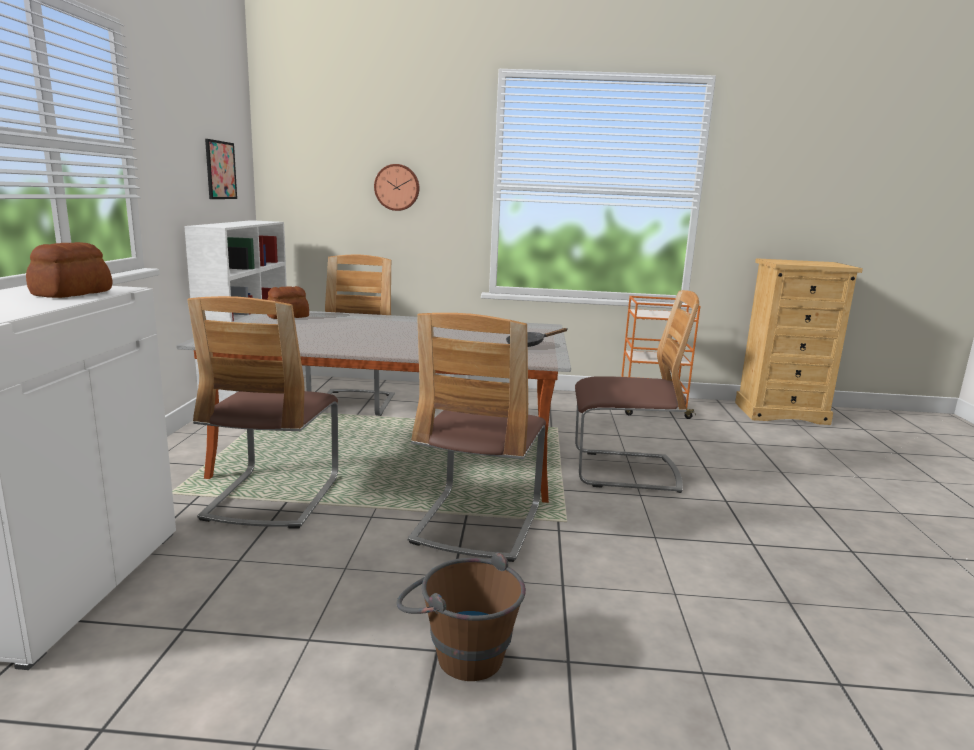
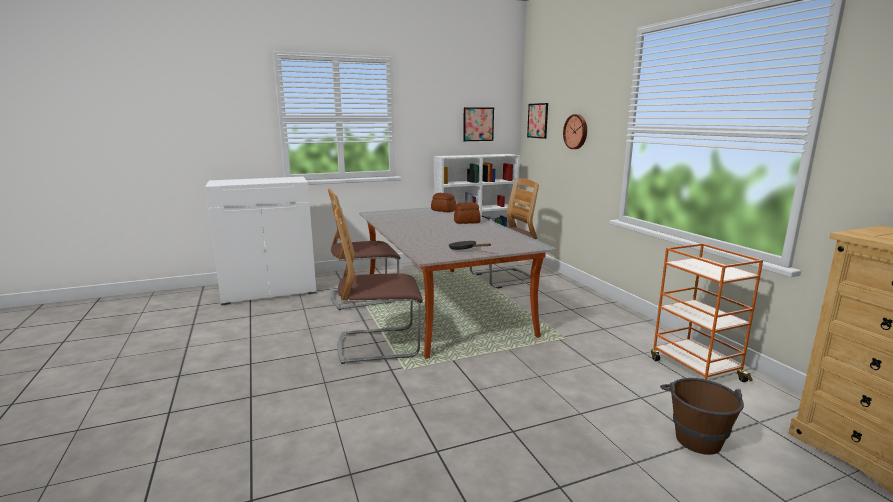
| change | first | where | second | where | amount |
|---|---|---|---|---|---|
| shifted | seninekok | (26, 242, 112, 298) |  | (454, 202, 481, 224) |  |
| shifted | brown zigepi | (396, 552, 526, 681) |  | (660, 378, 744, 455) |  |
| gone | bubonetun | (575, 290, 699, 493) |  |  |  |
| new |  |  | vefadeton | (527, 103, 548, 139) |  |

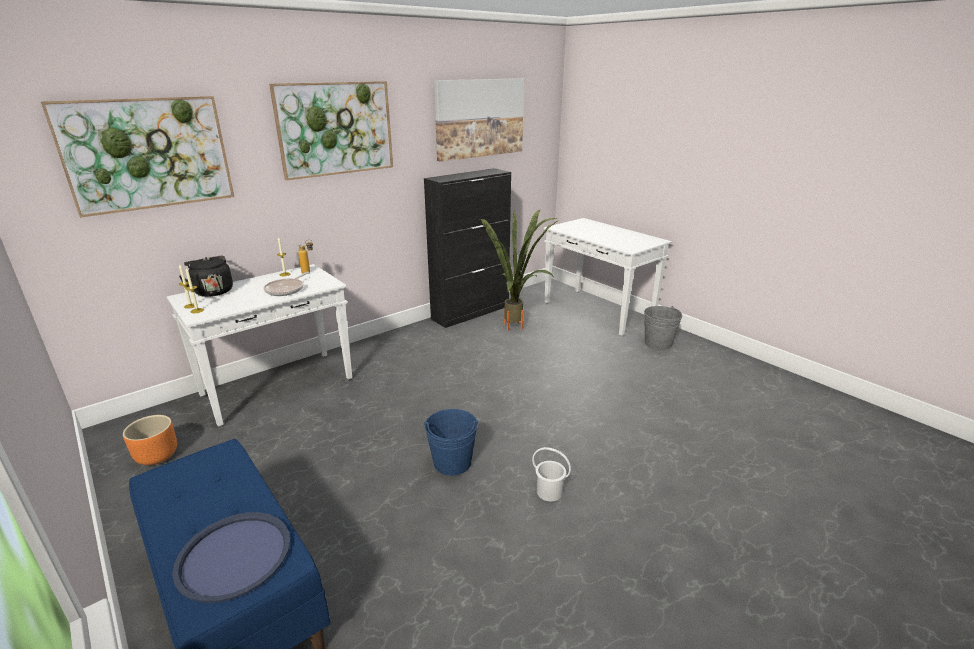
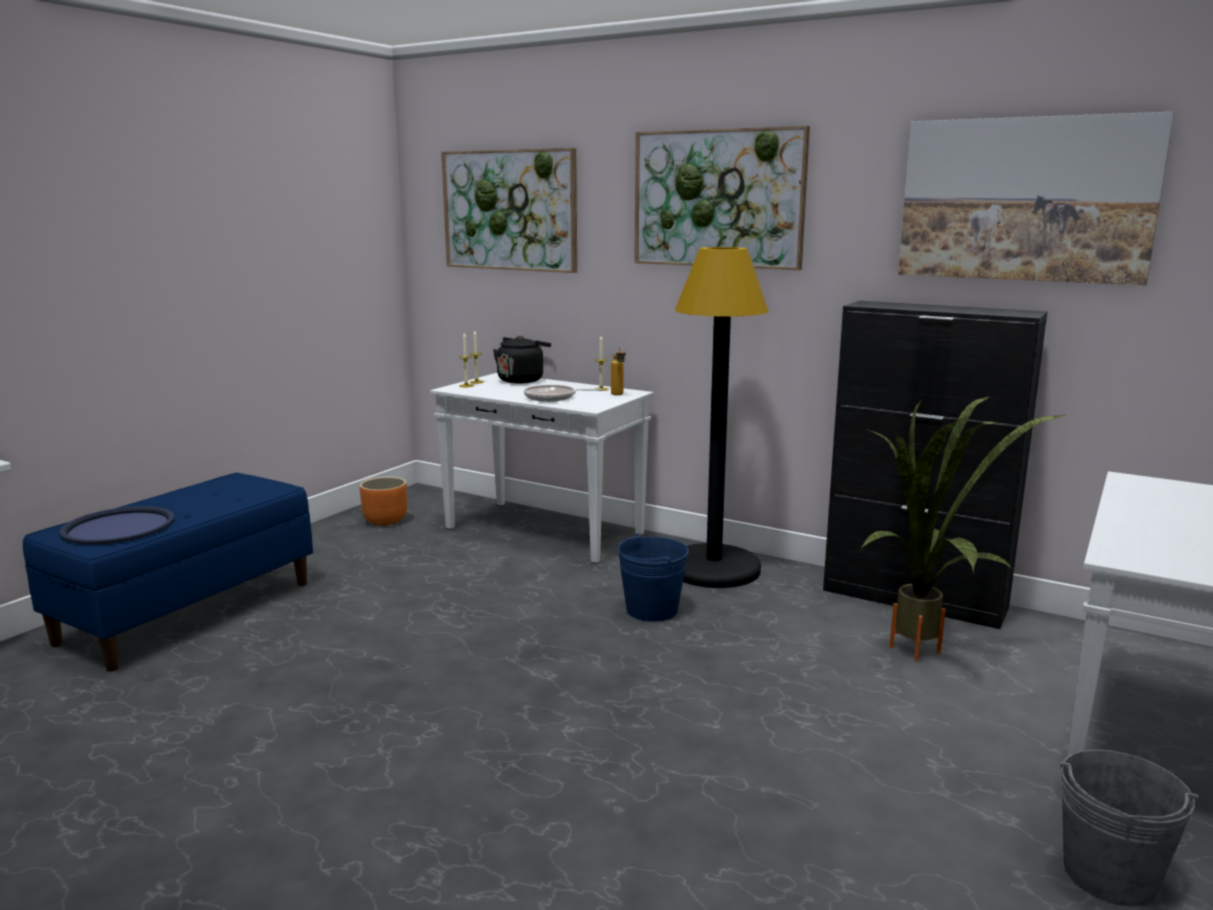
| change | first | where | second | where | amount |
|---|---|---|---|---|---|
| shifted | blue zigepi | (424, 409, 479, 476) |  | (617, 534, 689, 622) |  |
| gone | white zigepi | (532, 447, 571, 501) |  |  |  |
| new |  |  | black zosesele | (675, 247, 768, 588) |  |

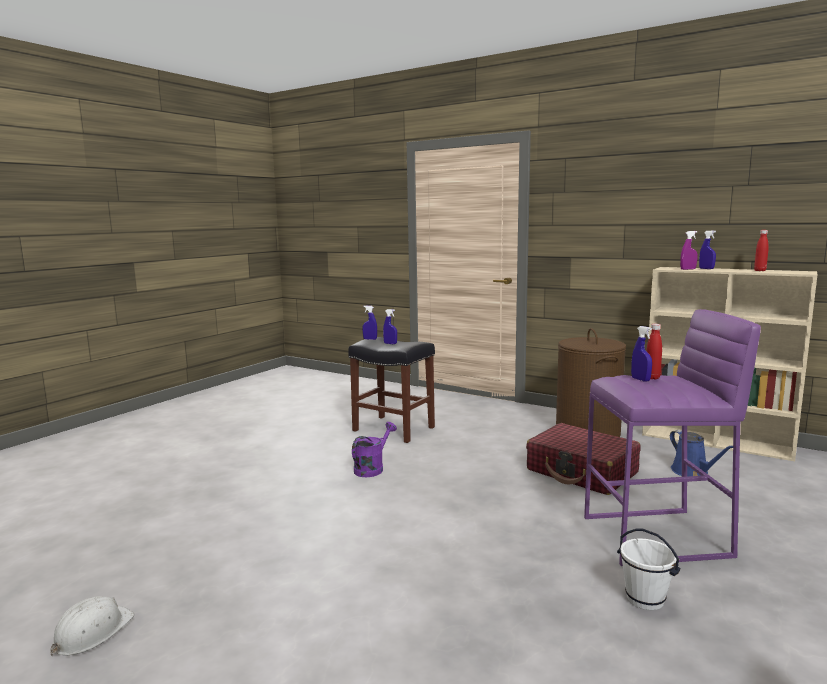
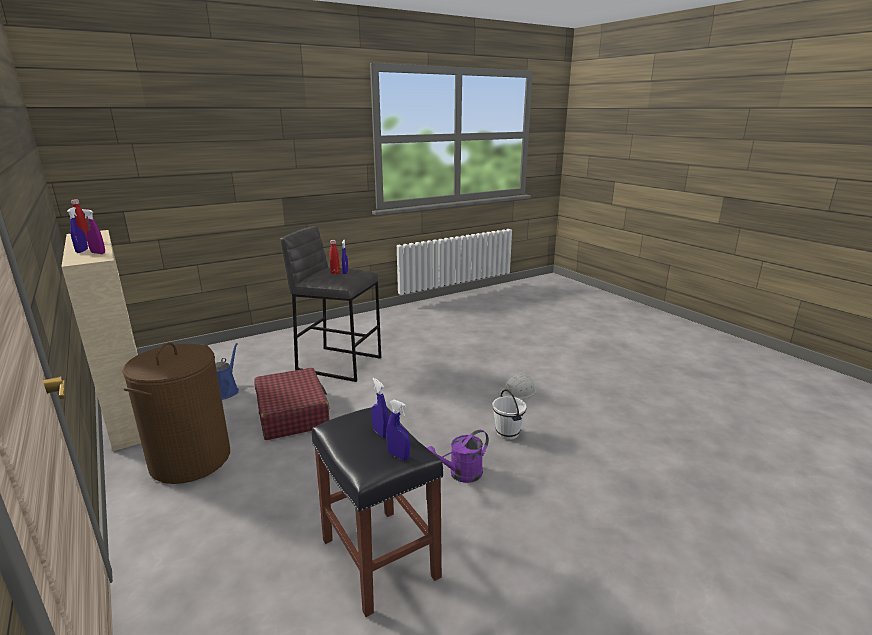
| change | first | where | second | where | amount |
|---|---|---|---|---|---|
| shifted | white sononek | (50, 596, 134, 656) |  | (498, 374, 536, 399) |  |
| repainted | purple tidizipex | (584, 309, 761, 566) | grey tidizipex | (280, 226, 381, 382) |  |
| shifted | white zigepi | (617, 529, 681, 610) |  | (492, 389, 527, 440) |  |

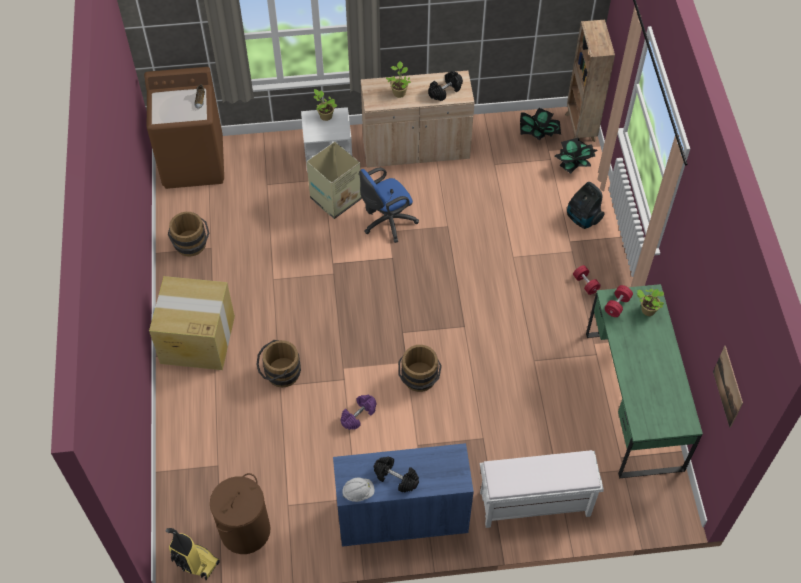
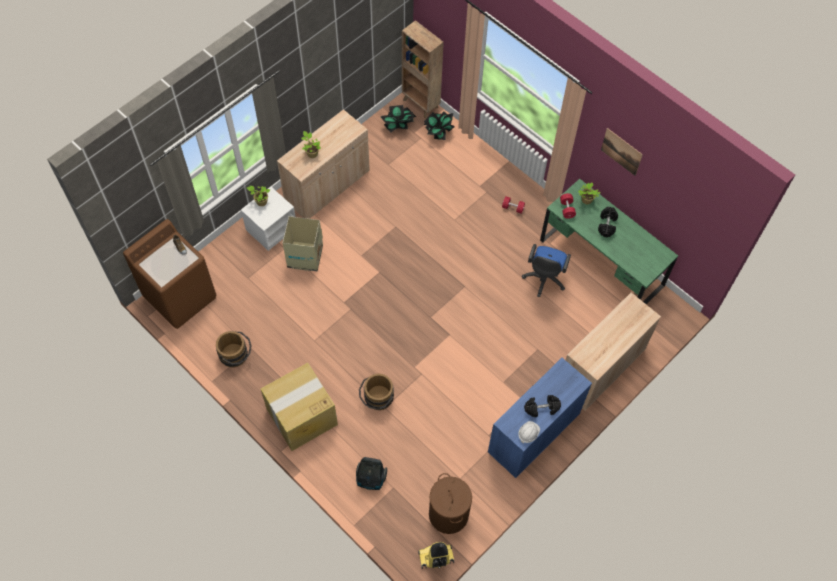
| change | first | where | second | where | amount |
|---|---|---|---|---|---|
| gone | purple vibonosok | (340, 394, 376, 430) |  |  |  |
| shifted | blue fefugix | (359, 167, 419, 243) |  | (522, 244, 571, 297) |  |
| gone | brown zigepi | (398, 345, 442, 392) |  |  |  |
| shifted | black vibonosok | (428, 71, 463, 101) |  | (598, 207, 618, 237) |  |
| swapped | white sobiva | (480, 450, 604, 528) | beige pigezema | (566, 292, 661, 411) |  |
| shifted | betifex | (567, 182, 605, 229) |  | (356, 457, 387, 490) |  |
| shifted | vefadeton | (713, 346, 743, 428) |  | (601, 128, 643, 176) |  |

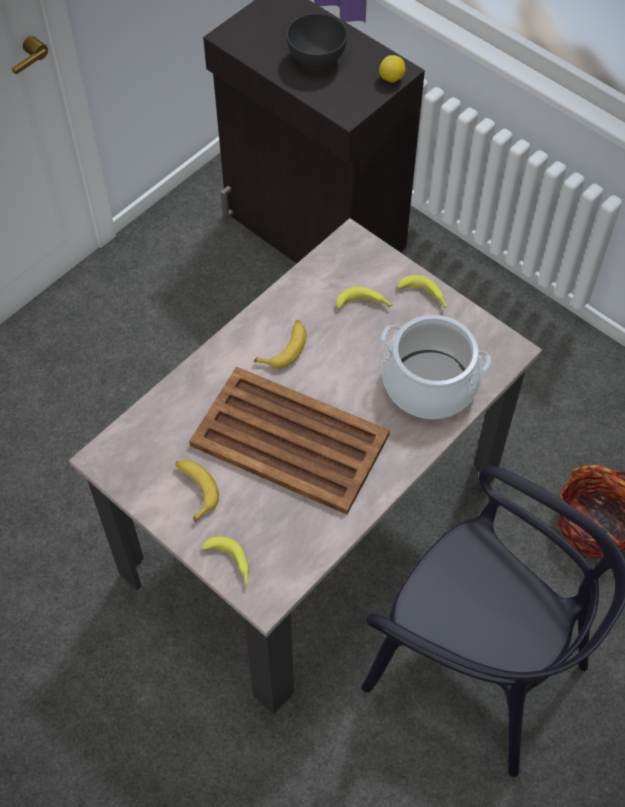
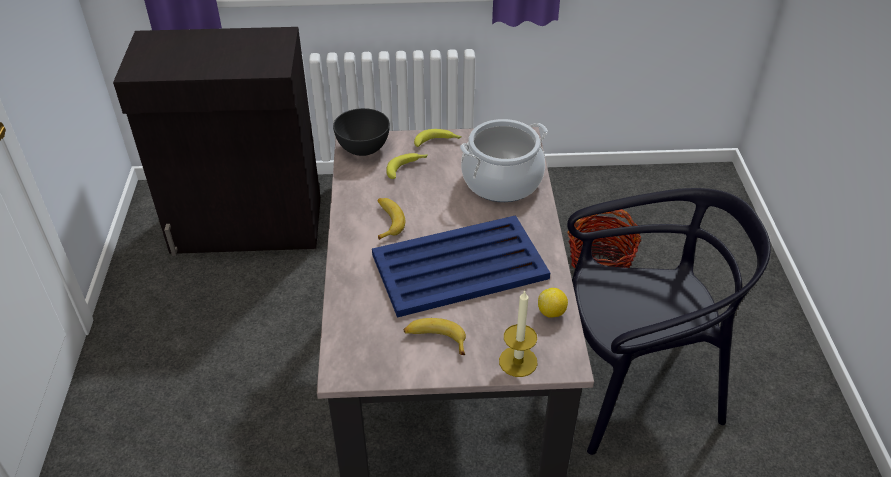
| change | first | where | second | where | amount |
|---|---|---|---|---|---|
| repainted | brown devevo | (189, 366, 390, 515) | blue devevo | (372, 215, 550, 318) |  |
| swapped | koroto | (202, 536, 249, 586) | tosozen | (499, 290, 538, 377) |  |
| shifted | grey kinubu | (287, 13, 348, 69) |  | (333, 108, 390, 156) |  |
| shifted | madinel | (379, 55, 406, 83) |  | (538, 288, 568, 318) |  |

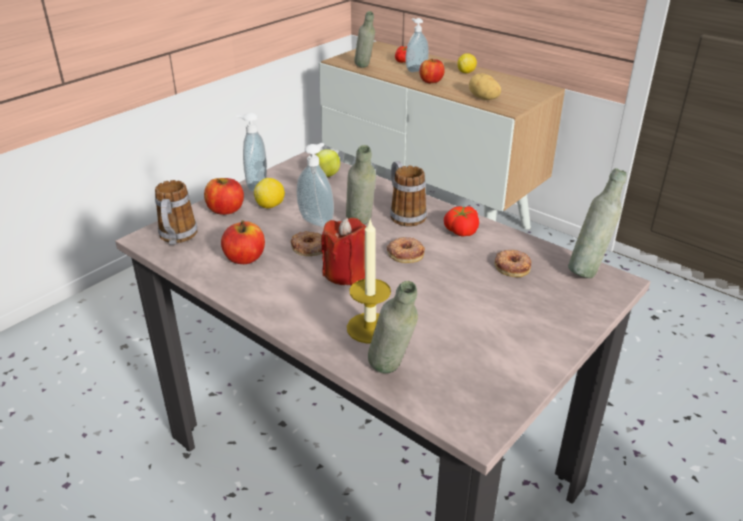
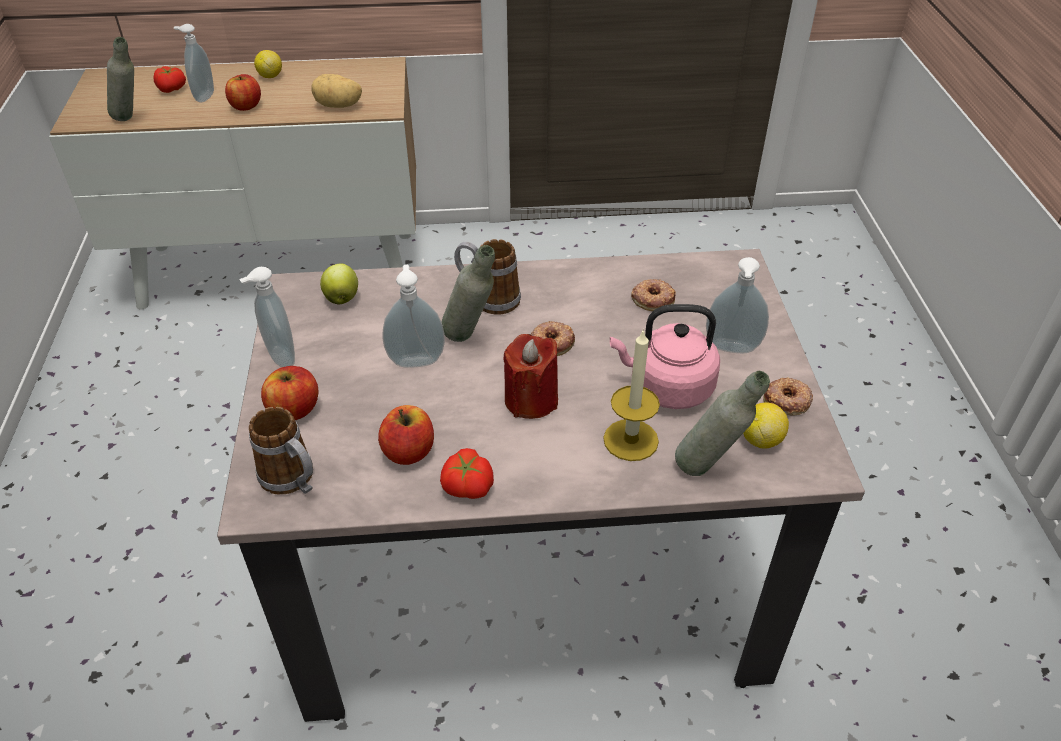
| change | first | where | second | where | amount |
|---|---|---|---|---|---|
| shifted | madinel | (254, 178, 285, 208) |  | (743, 402, 789, 449) |  |
| shifted | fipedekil | (291, 231, 323, 256) |  | (763, 378, 813, 416) |  |
| shifted | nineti | (444, 206, 479, 237) |  | (440, 448, 494, 499) |  |
| gone | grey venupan | (568, 168, 627, 278) |  |  |  |
| new |  |  | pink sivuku | (610, 304, 720, 409) |  |
| new |  |  | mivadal | (706, 257, 769, 353) |  |

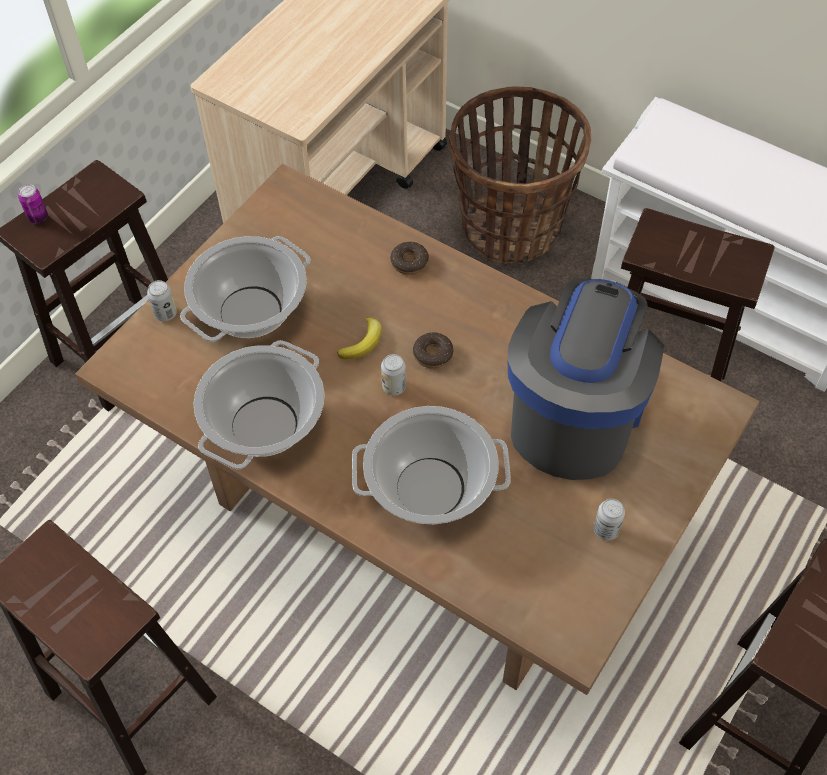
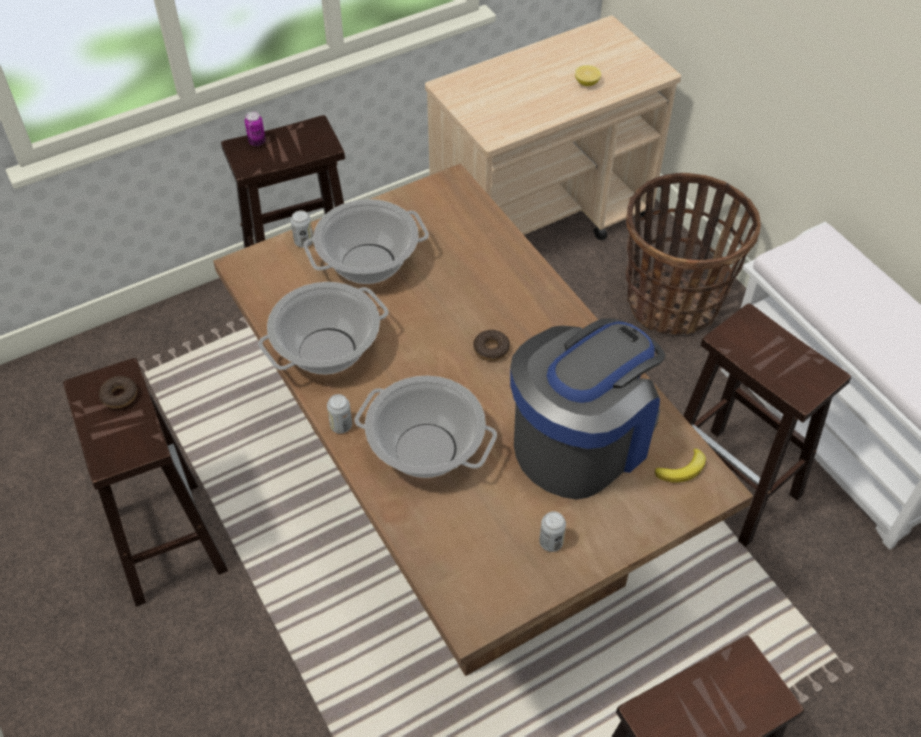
| change | first | where | second | where | amount |
|---|---|---|---|---|---|
| shifted | koroto | (337, 317, 382, 360) |  | (655, 448, 706, 482) |  |
| shifted | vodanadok | (381, 354, 406, 396) |  | (327, 394, 352, 434) |  |
| shifted | fipedekil | (390, 242, 429, 275) |  | (99, 376, 137, 408) |  |
| new |  |  | madinel | (575, 65, 601, 86) |  |

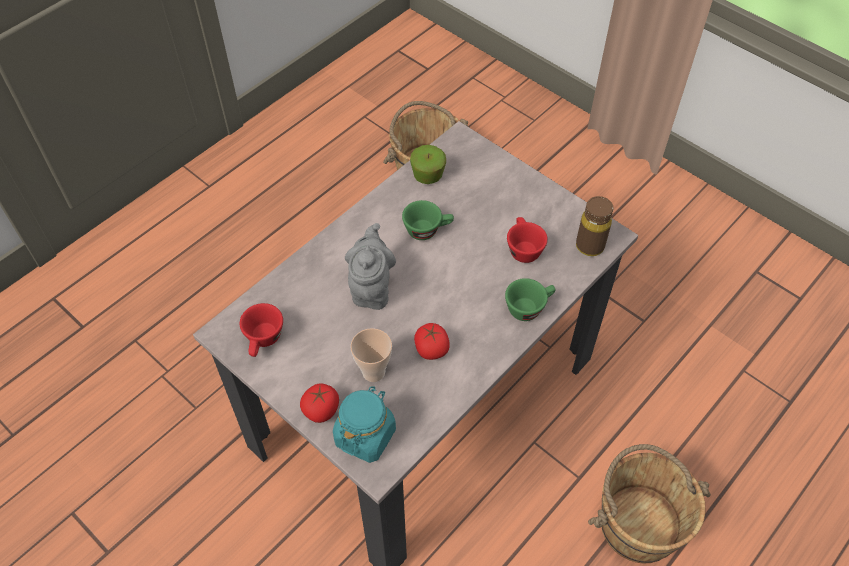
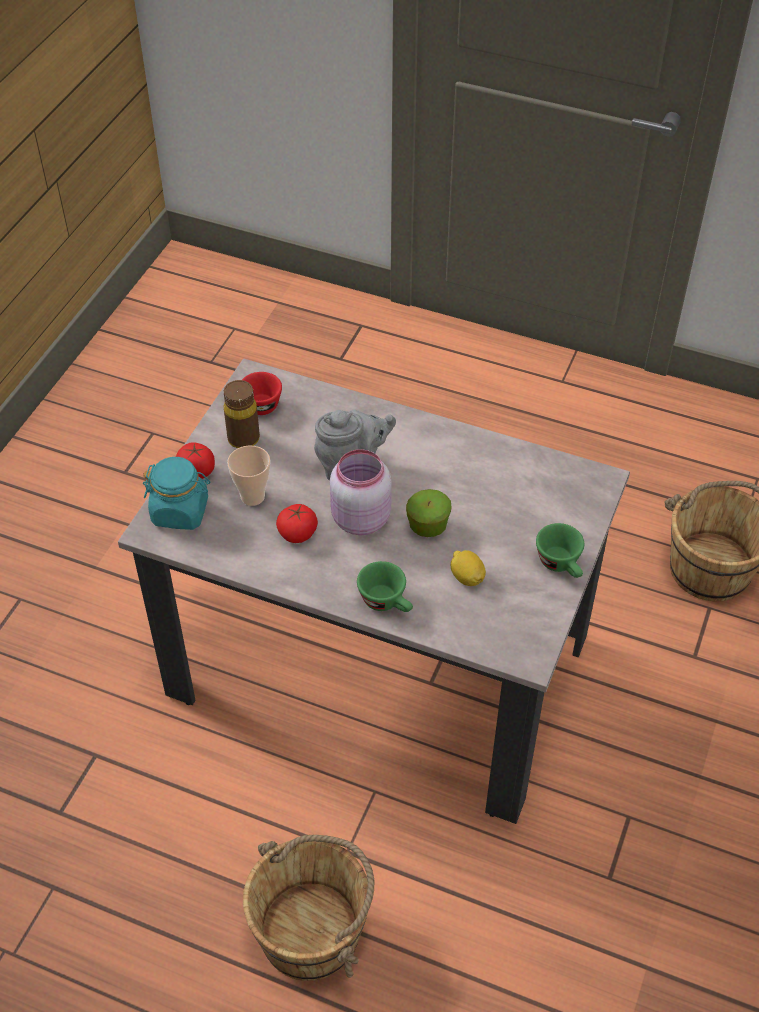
| change | first | where | second | where | amount |
|---|---|---|---|---|---|
| shifted | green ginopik | (402, 200, 454, 240) |  | (536, 523, 584, 578) |  |
| shifted | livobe | (410, 145, 446, 184) |  | (406, 489, 452, 537) |  |
| swapped | red ginopik | (507, 217, 548, 263) | madinel | (451, 550, 486, 586) |  |
| shifted | brown venupan | (576, 196, 613, 256) |  | (224, 380, 260, 448) |  |
| new |  |  | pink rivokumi | (330, 449, 392, 535) |  |

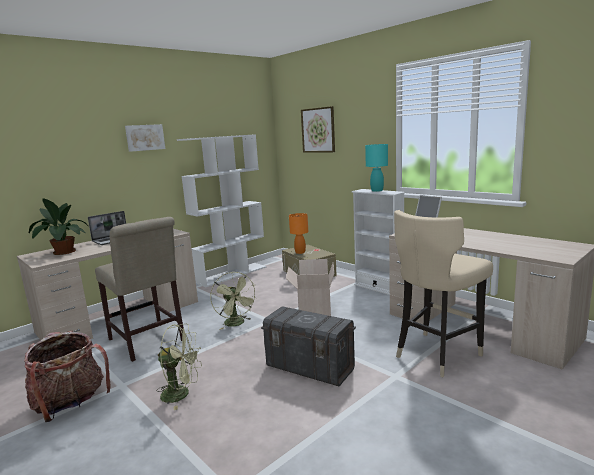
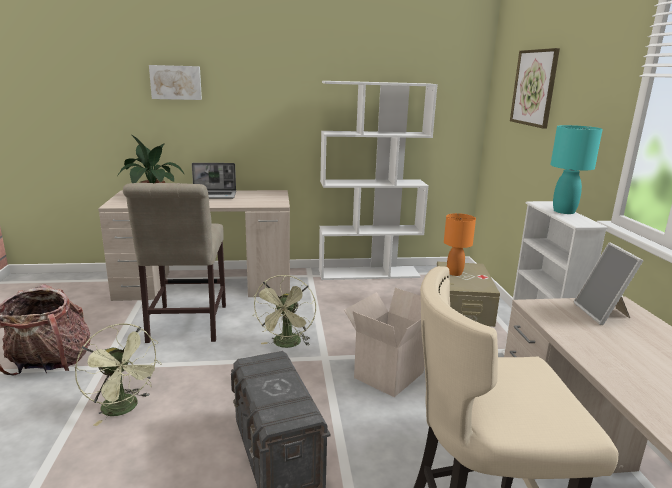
| change | first | where | second | where | amount |
|---|---|---|---|---|---|
| shifted | vefadeton | (125, 124, 165, 152) |  | (149, 65, 202, 100) |  |

